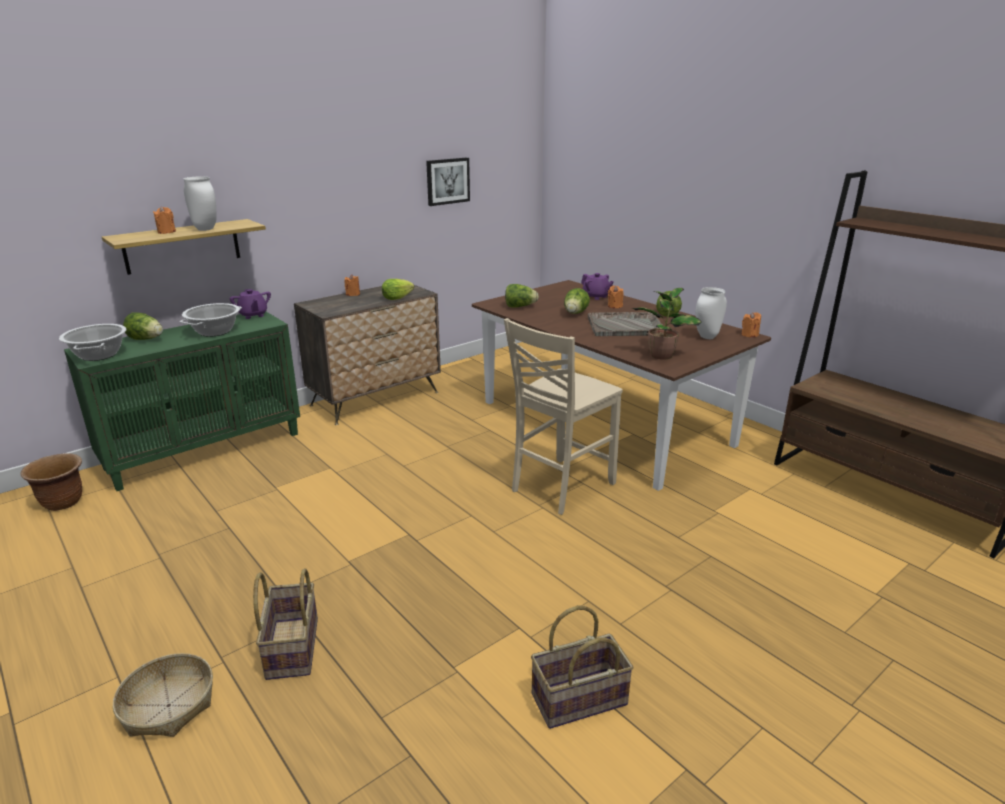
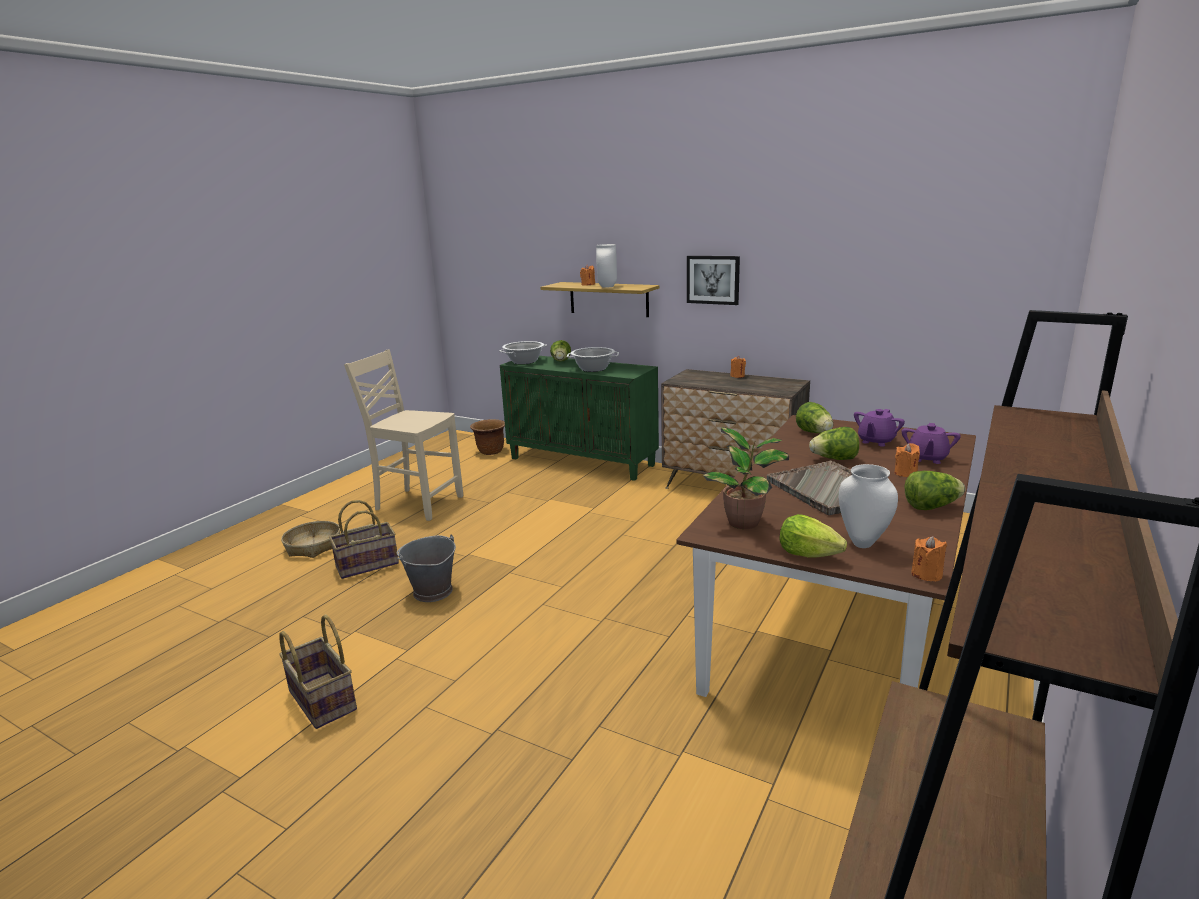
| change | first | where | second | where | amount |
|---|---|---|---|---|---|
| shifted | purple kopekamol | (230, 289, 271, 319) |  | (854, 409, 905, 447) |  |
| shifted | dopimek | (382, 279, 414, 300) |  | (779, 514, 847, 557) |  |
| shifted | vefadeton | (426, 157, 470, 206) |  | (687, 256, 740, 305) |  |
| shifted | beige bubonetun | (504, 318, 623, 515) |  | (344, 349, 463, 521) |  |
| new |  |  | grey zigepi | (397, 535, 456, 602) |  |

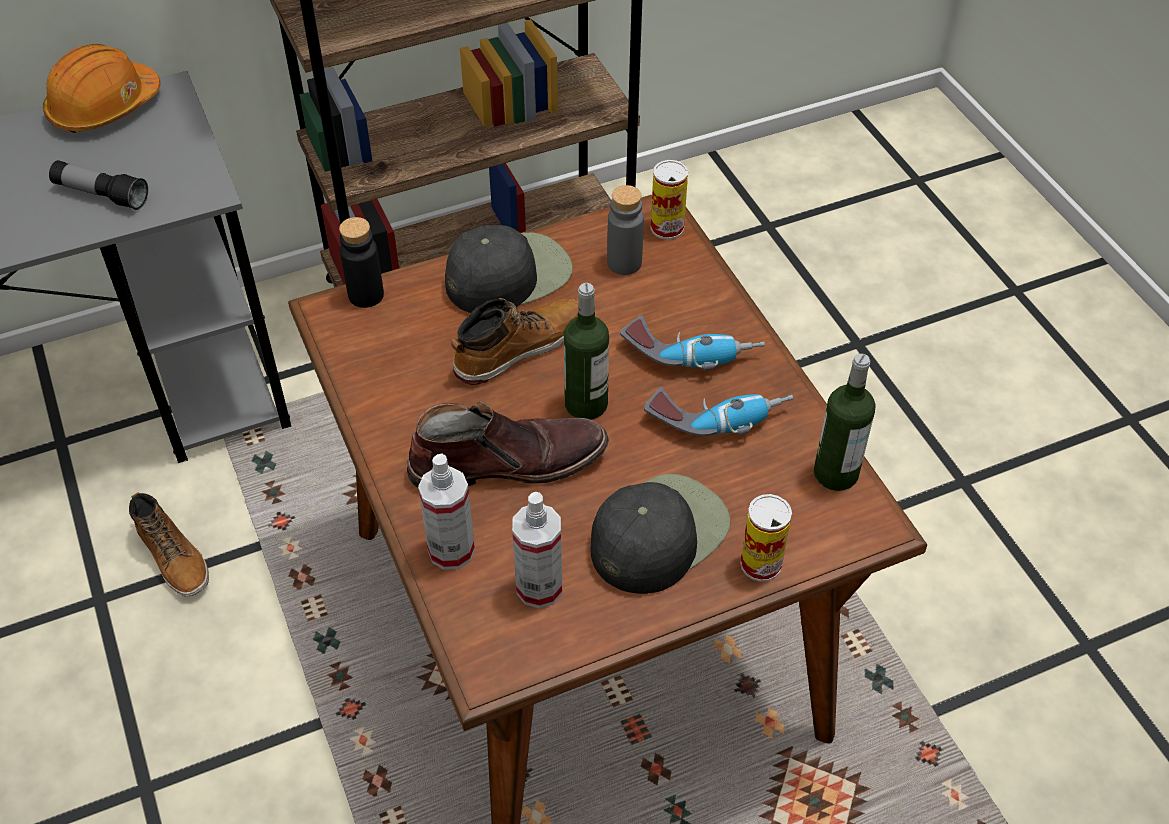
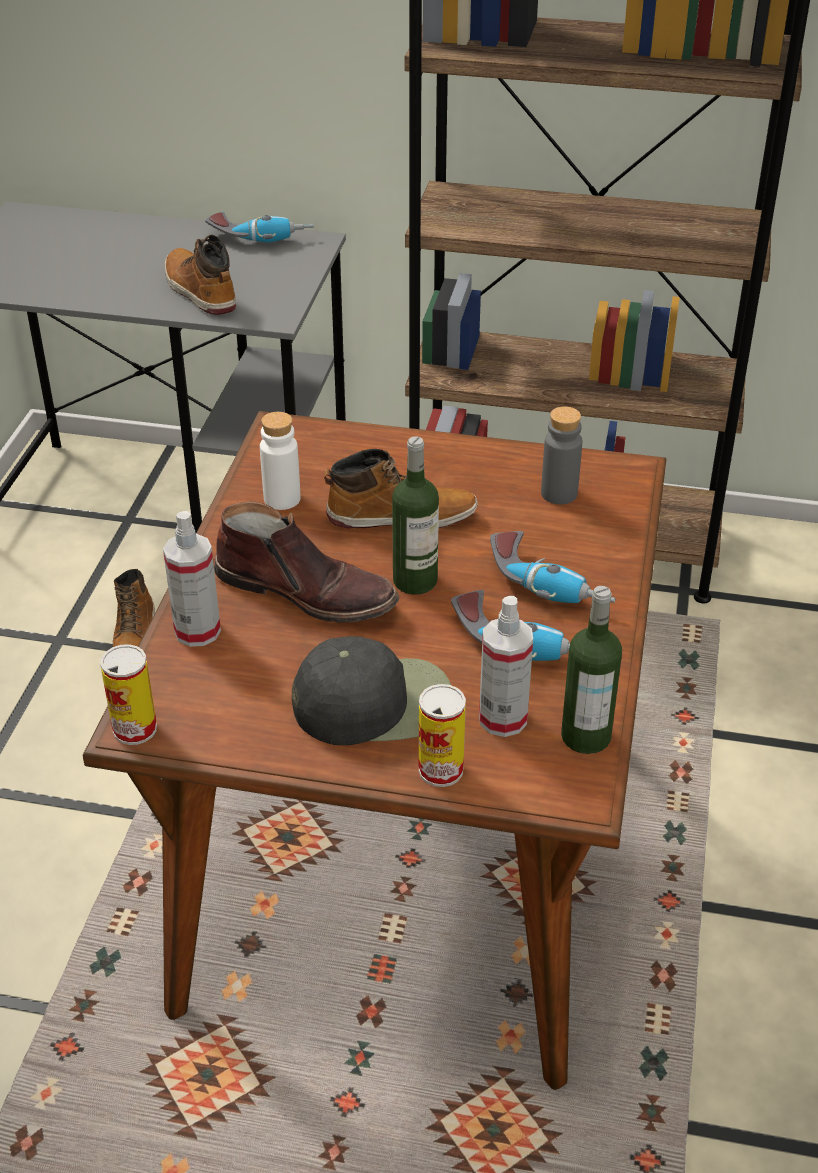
| change | first | where | second | where | amount |
|---|---|---|---|---|---|
| swapped | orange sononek | (43, 44, 161, 133) | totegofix | (205, 212, 314, 243) |  |
| swapped | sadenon | (49, 160, 148, 210) | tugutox | (165, 234, 236, 315) |  |
| gone | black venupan | (339, 217, 384, 308) |  |  |  |
| gone | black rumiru | (445, 225, 573, 313) |  |  |  |
| shifted | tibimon | (512, 492, 562, 608) |  | (479, 596, 533, 737) |  |
| shifted | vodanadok | (651, 160, 688, 240) |  | (100, 644, 157, 745) |  |
| new |  |  | white venupan | (260, 412, 300, 510) |  |

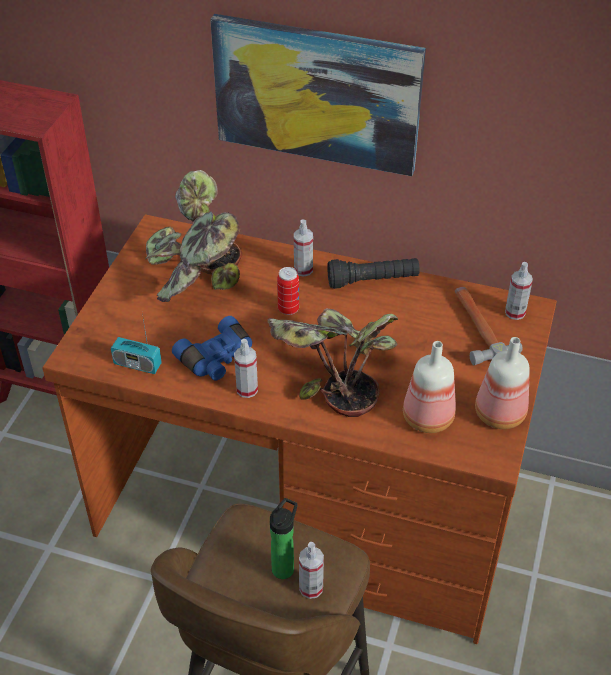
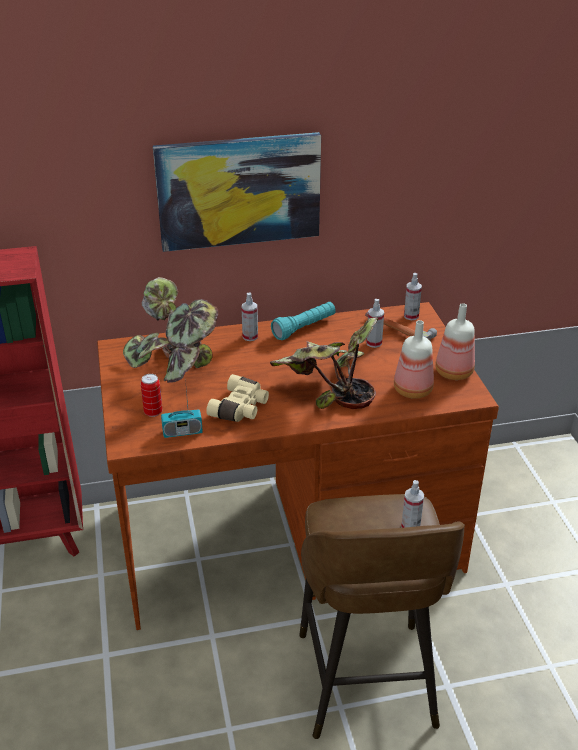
| change | first | where | second | where | amount |
|---|---|---|---|---|---|
| repainted | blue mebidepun | (172, 316, 252, 380) | beige mebidepun | (206, 374, 269, 422) |  |
| shifted | tibimon | (234, 339, 258, 398) |  | (366, 299, 384, 348) |  |
| gone | venupan | (270, 498, 298, 579) |  |  |  |
| shifted | vodanadok | (277, 267, 299, 315) |  | (141, 374, 162, 417) |  |
| repainted | black sadenon | (327, 258, 420, 289) | turquoise sadenon | (271, 302, 336, 340) |  |

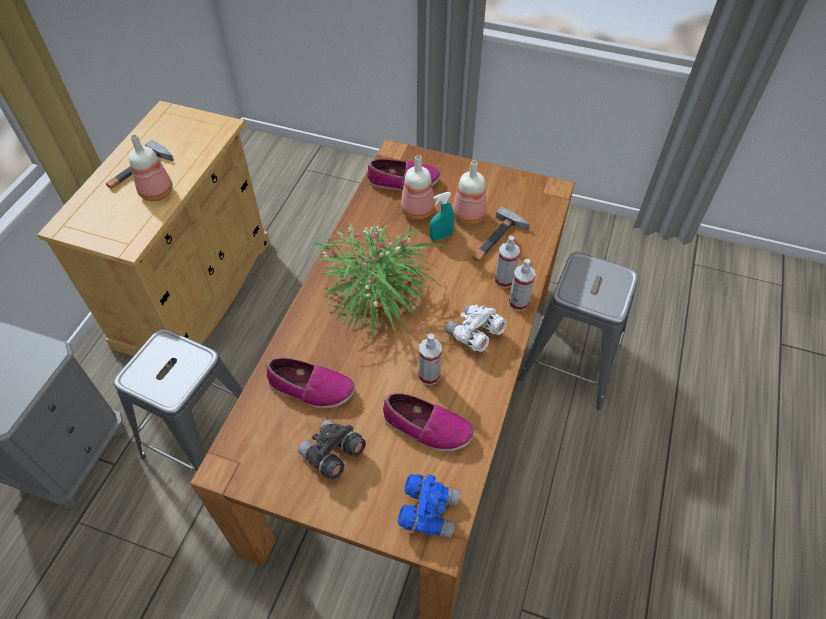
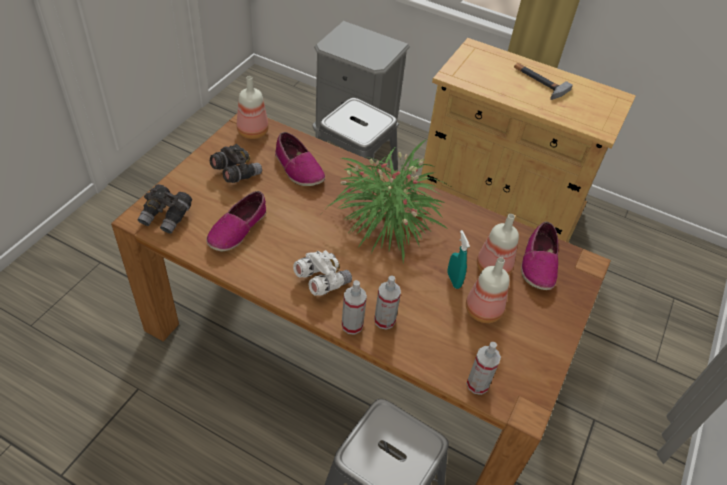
| change | first | where | second | where | amount |
|---|---|---|---|---|---|
| shifted | venupan | (129, 134, 173, 201) |  | (237, 76, 269, 139) |  |
| rotated | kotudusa | (266, 358, 355, 408) |  | (275, 132, 325, 186) | 60 degrees counterclockwise |
| repainted | blue mebidepun | (398, 474, 460, 538) | grey mebidepun | (138, 184, 192, 234) |  |
| shifted | tibimon | (419, 333, 442, 385) |  | (466, 342, 501, 395) |  |
| gone | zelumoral | (472, 207, 530, 262) |  |  |  |

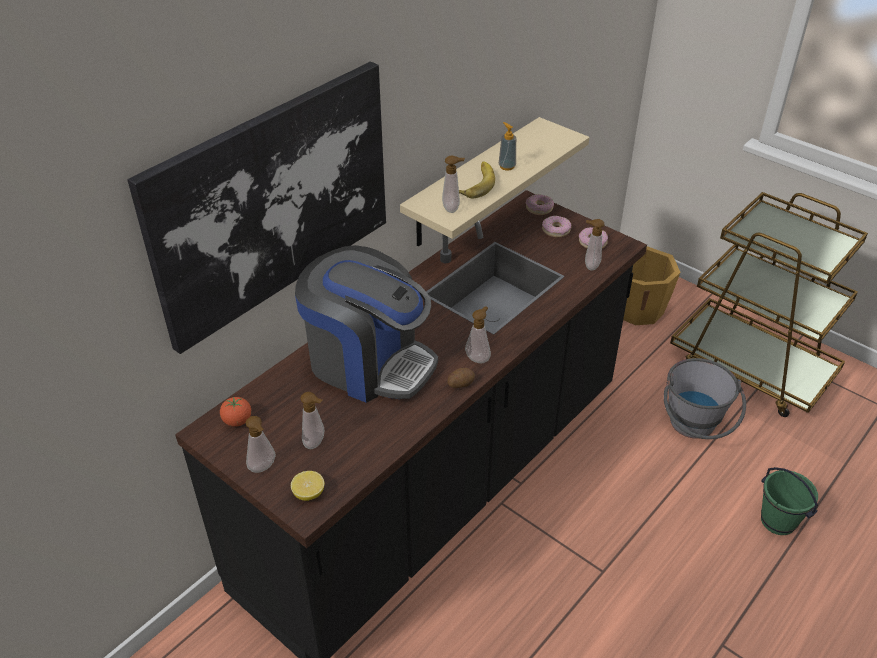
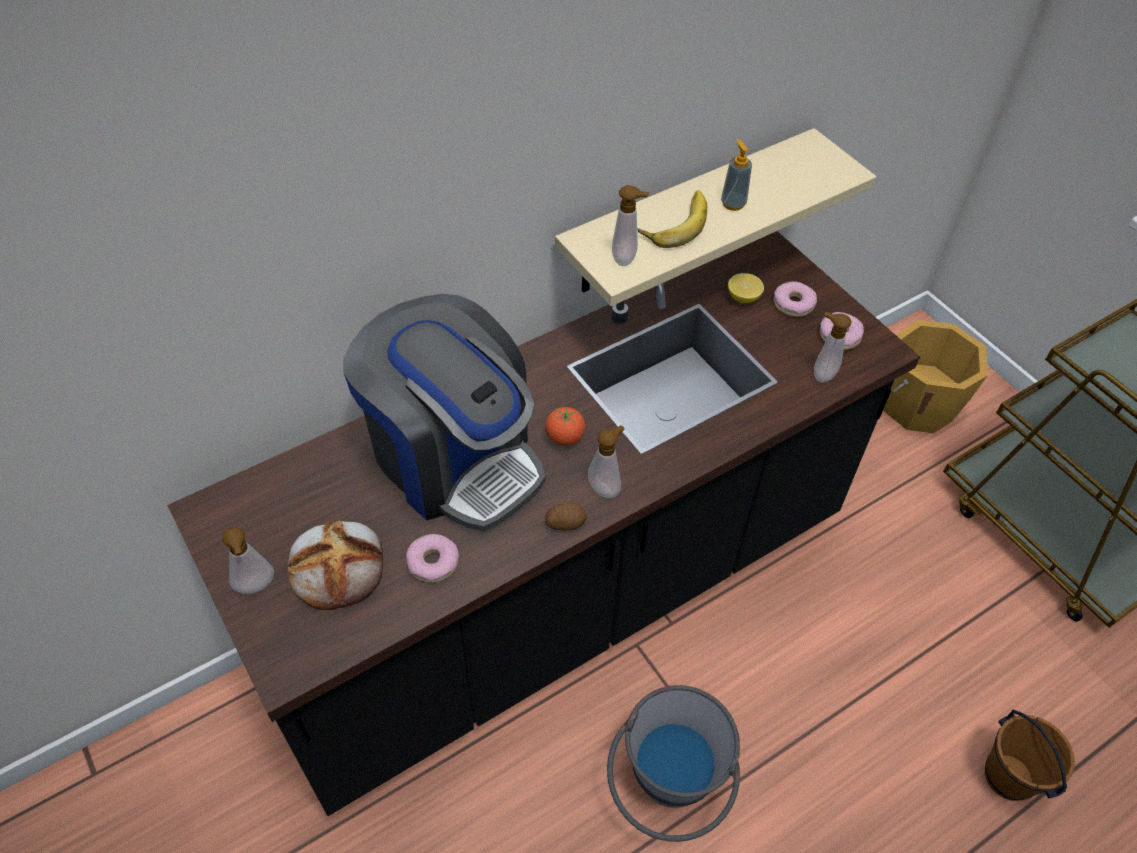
| change | first | where | second | where | amount |
|---|---|---|---|---|---|
| gone | vefadeton | (127, 62, 386, 354) |  |  |  |
| shifted | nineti | (220, 397, 251, 427) |  | (545, 407, 585, 446) |  |
| shifted | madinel | (291, 471, 325, 501) |  | (728, 273, 764, 303) |  |
| swapped | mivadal | (300, 392, 324, 449) | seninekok | (288, 521, 383, 610) |  |
| shifted | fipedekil | (526, 194, 554, 215) |  | (406, 534, 459, 583) |  |
| shifted | grey zigepi | (664, 358, 746, 439) |  | (607, 685, 740, 842) |  |
| repainted | green zigepi | (761, 467, 818, 535) | brown zigepi | (985, 710, 1075, 801) |  |

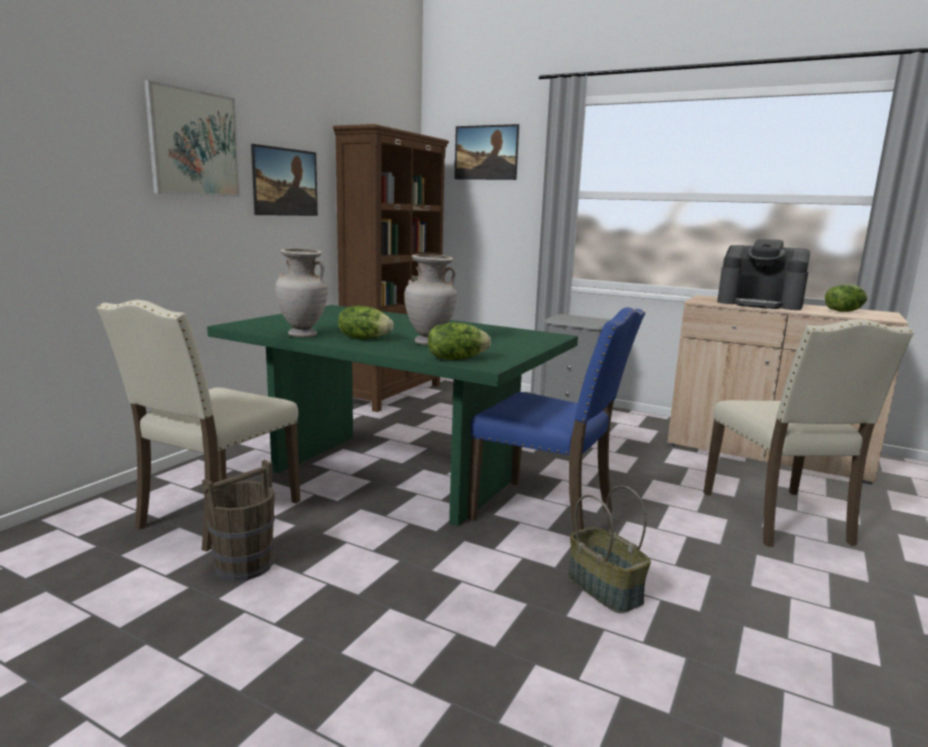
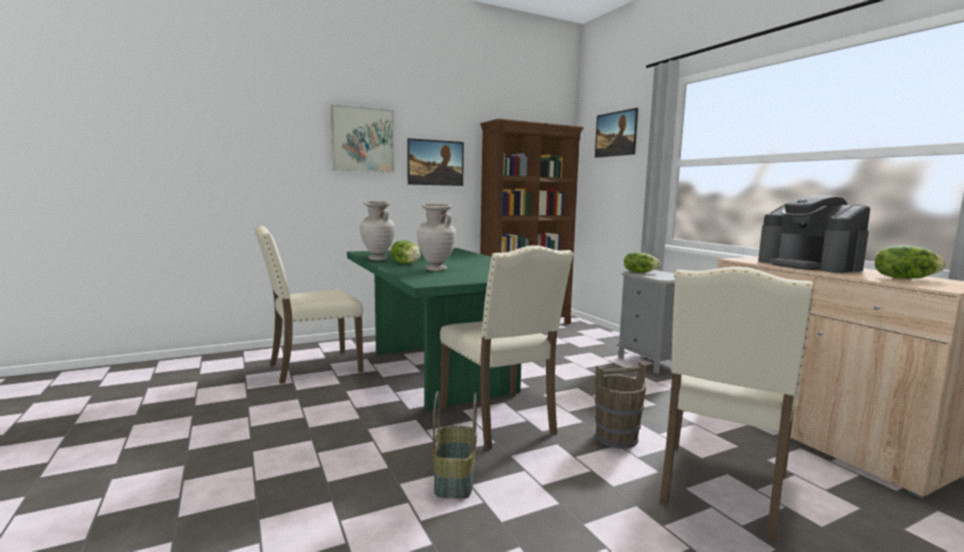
| change | first | where | second | where | amount |
|---|---|---|---|---|---|
| shifted | brown zigepi | (202, 460, 275, 581) |  | (595, 362, 647, 449) |  |
| shifted | dopimek | (428, 322, 491, 360) |  | (624, 252, 661, 272) |  |
| repainted | blue bubonetun | (468, 307, 645, 532) | beige bubonetun | (440, 245, 574, 450) |  |

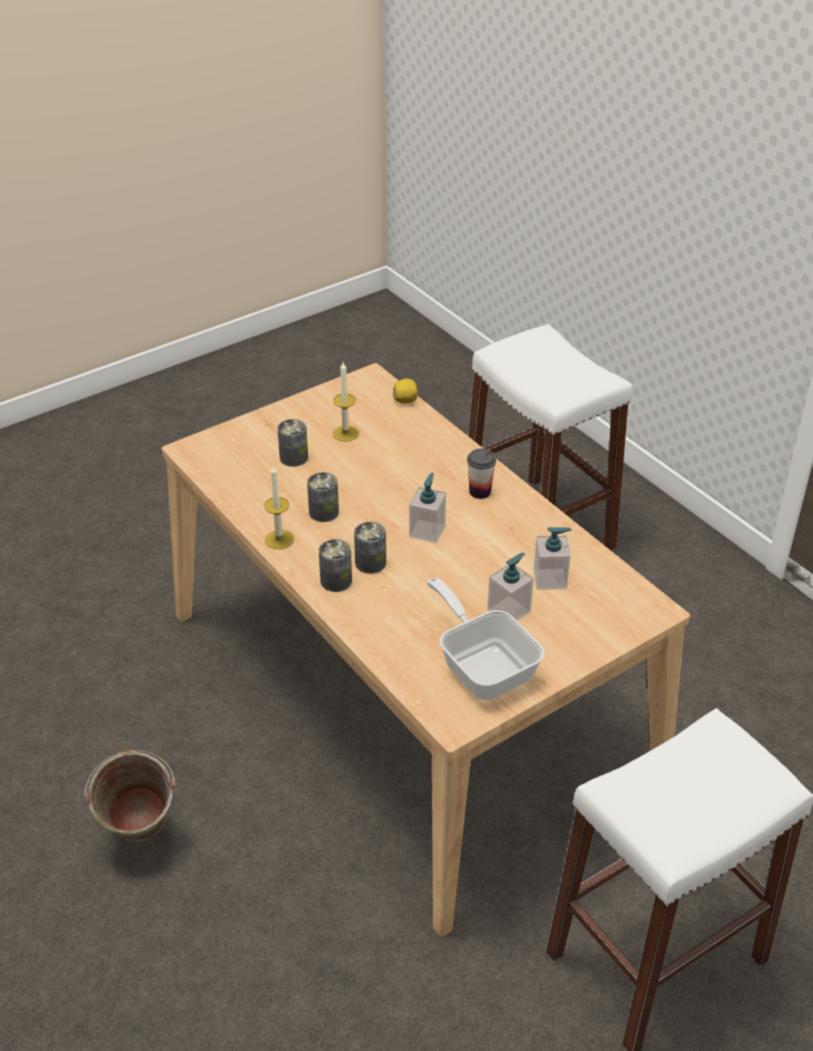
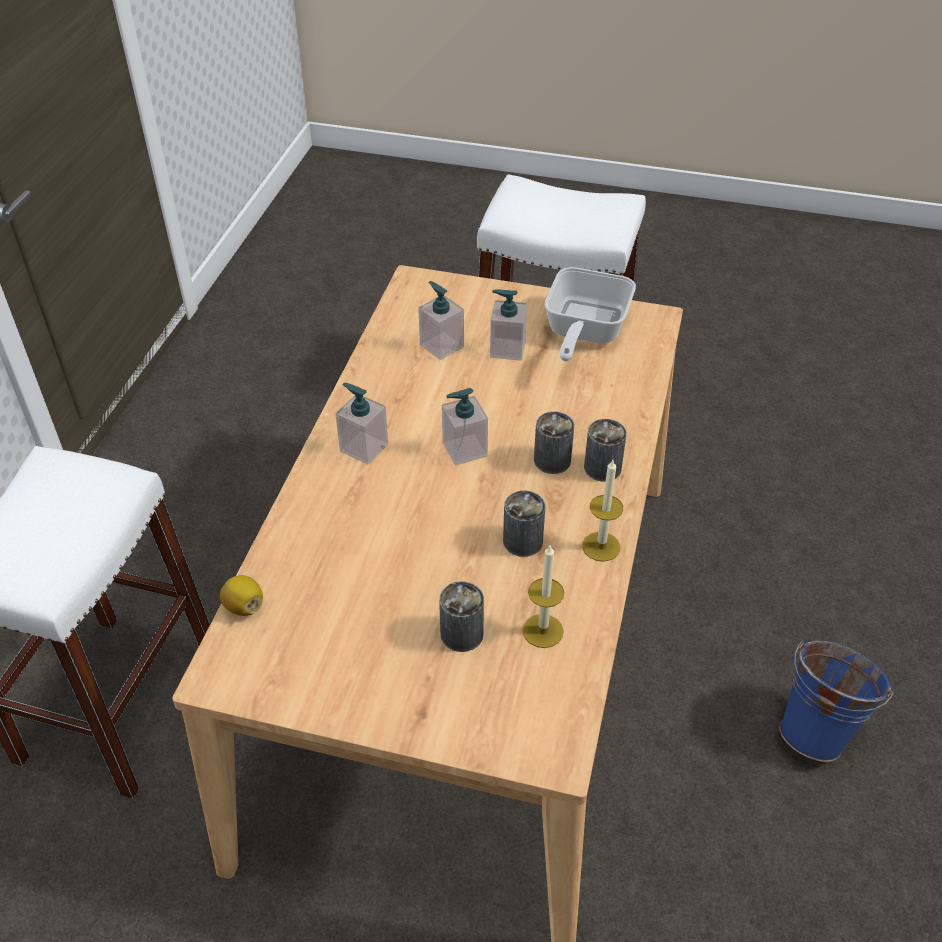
| change | first | where | second | where | amount |
|---|---|---|---|---|---|
| repainted | green zigepi | (85, 750, 175, 841) | blue zigepi | (779, 640, 895, 762) |  |
| shifted | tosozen | (333, 362, 359, 442) |  | (523, 546, 564, 648) |  |
| swapped | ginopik | (467, 448, 496, 499) | mivadal | (335, 383, 388, 465) |  |

